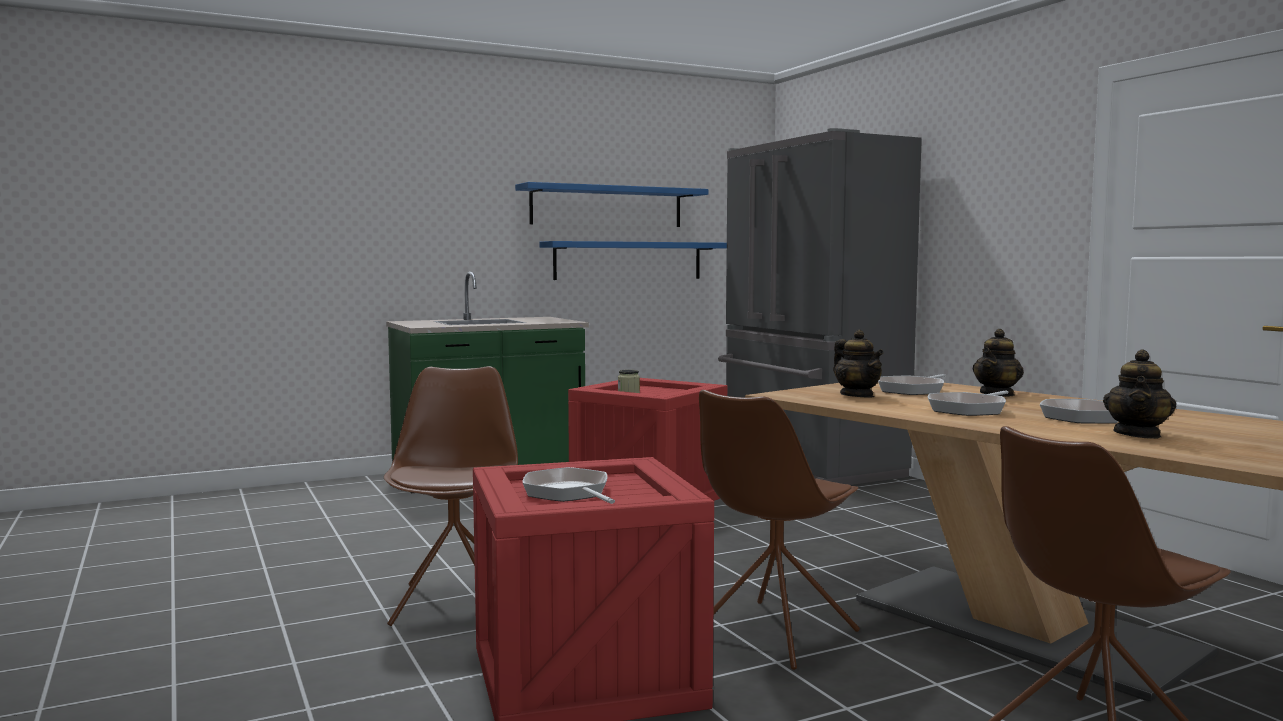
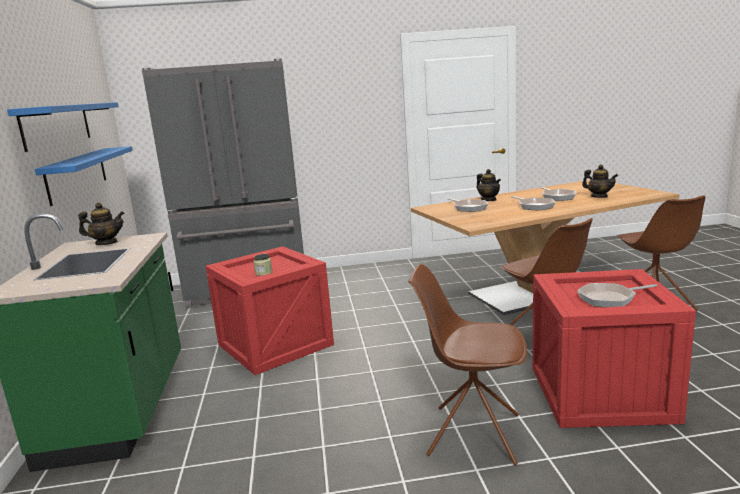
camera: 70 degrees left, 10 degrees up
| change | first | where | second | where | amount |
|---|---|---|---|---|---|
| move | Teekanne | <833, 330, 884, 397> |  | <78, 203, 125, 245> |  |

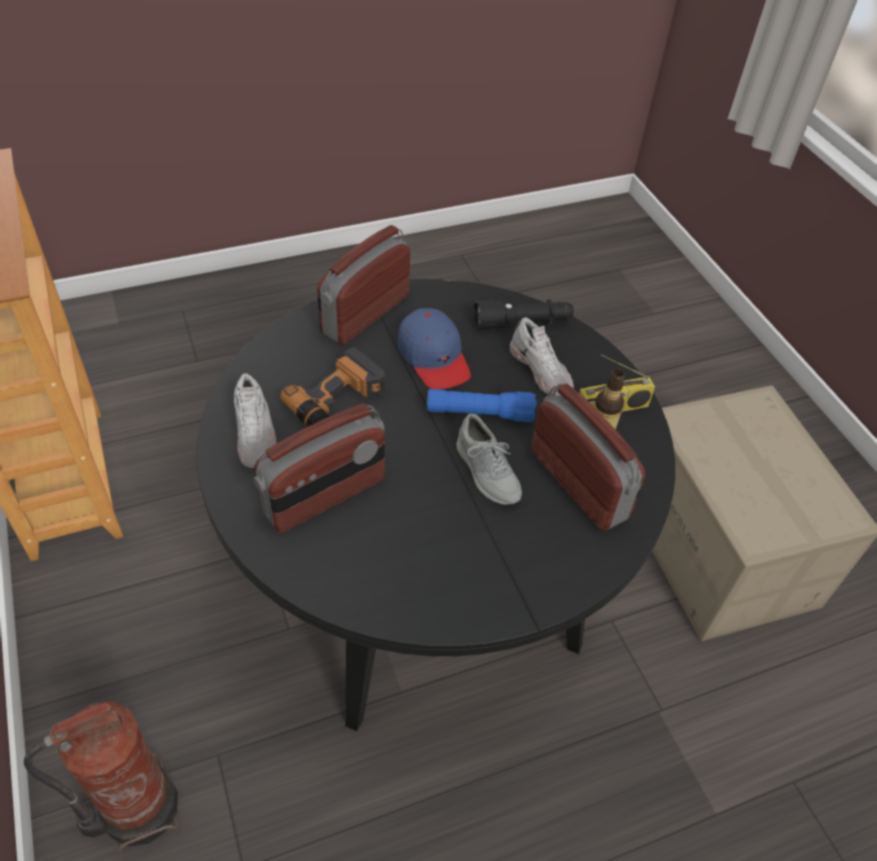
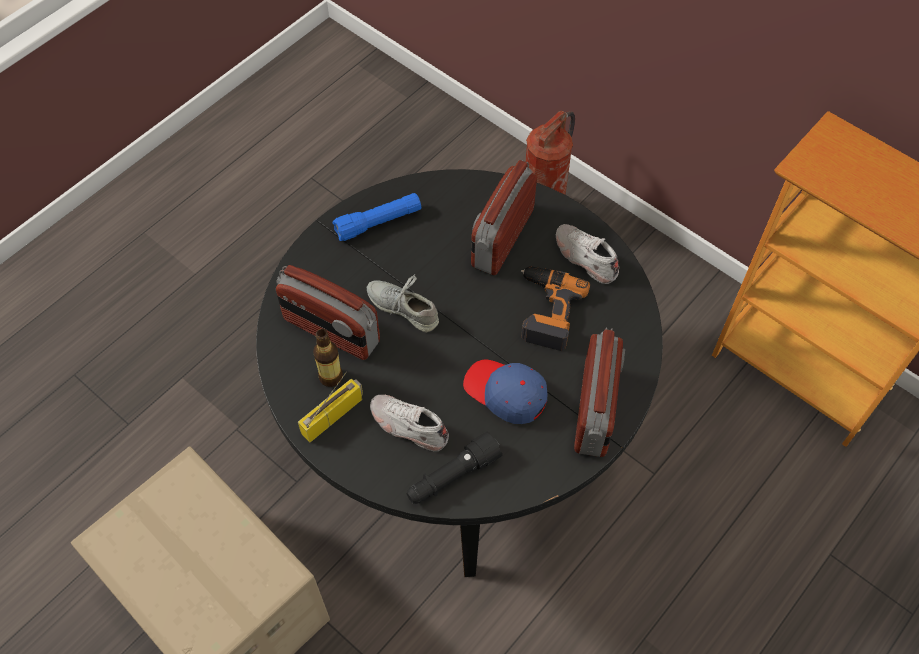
camera: 155 degrees right, 10 degrees up
| change | first | where | second | where | amount |
|---|---|---|---|---|---|
| move | Taschenlampe/blau | <427, 389, 537, 422> |  | <333, 193, 421, 241> |  |

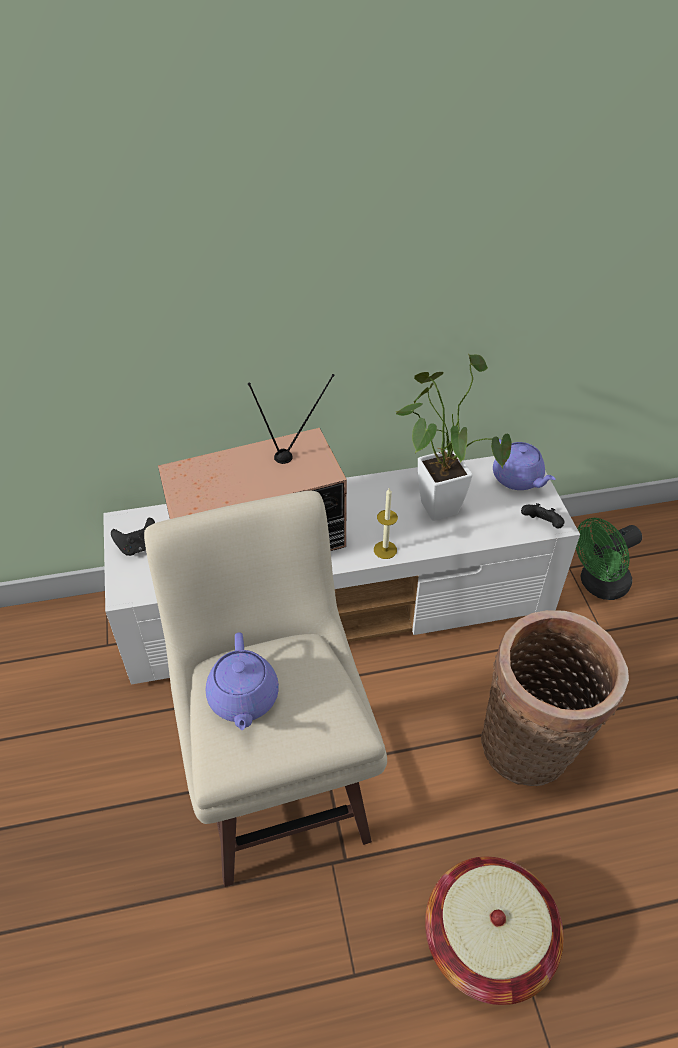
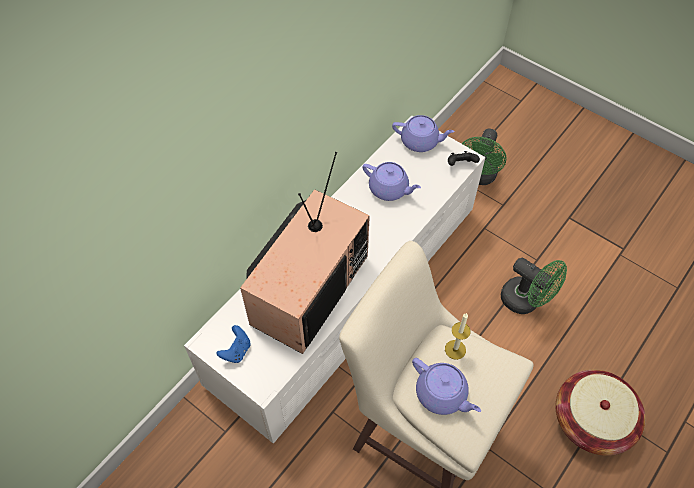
camera: 40 degrees left, 10 degrees up
| change | first | where | second | where | amount |
|---|---|---|---|---|---|
| replace | Topfpflanze | <396, 354, 512, 521> | Teekanne/lila | <363, 162, 421, 201> |  |
| move | Kerze | <374, 488, 398, 559> |  | <445, 313, 471, 360> |  |
| recolor | Gamepad/schwarz | <111, 518, 155, 556> | Gamepad/blau | <217, 325, 251, 363> |  |
| replace | Korb | <481, 610, 629, 786> | Ventilator/grün | <501, 257, 567, 314> |  |

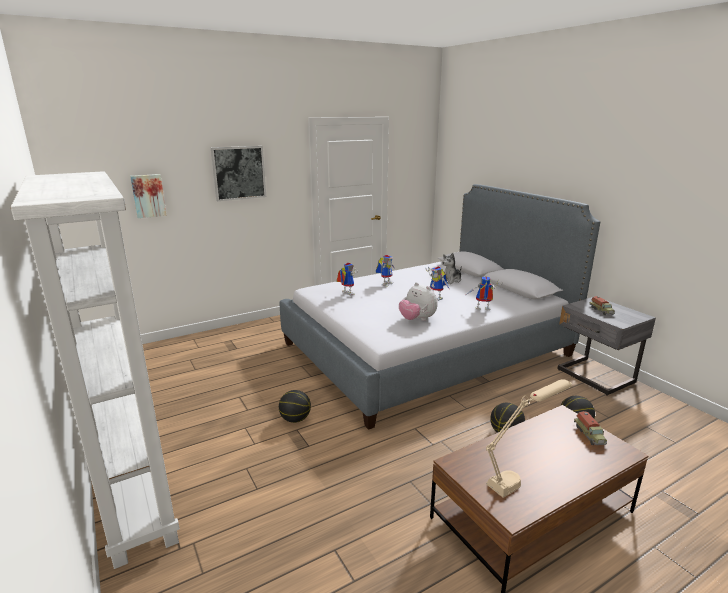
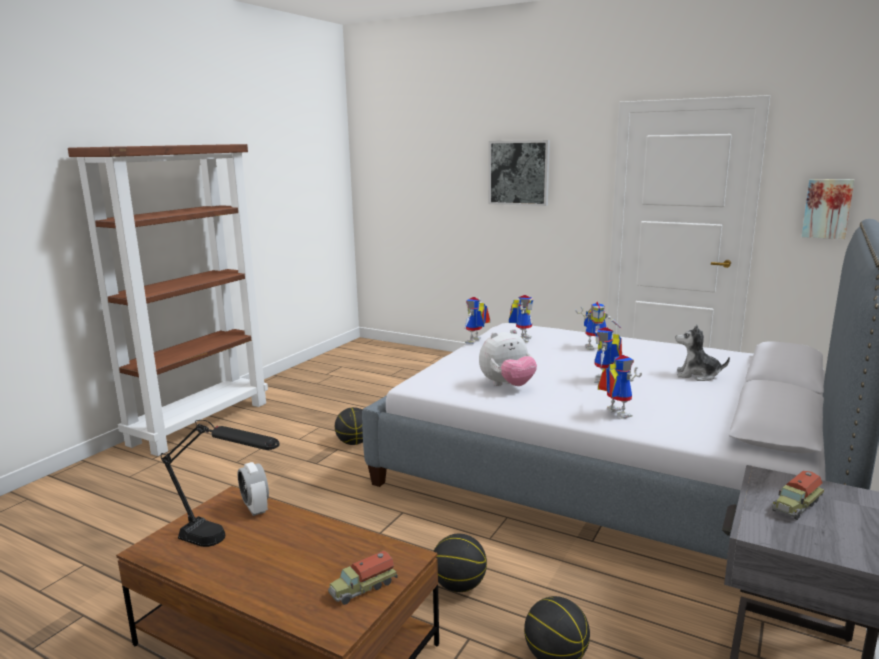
camera: 60 degrees right, 5 degrees down
| change | first | where | second | where | amount |
|---|---|---|---|---|---|
| recolor | Bücherregal/weiß | <10, 171, 180, 569> | Bücherregal/braun | <68, 144, 268, 456> |  |
| move | Bild | <130, 174, 167, 218> |  | <802, 179, 854, 239> |  |
| rotate | Plüschtier | <399, 282, 437, 321> |  | <479, 329, 537, 386> | 135 degrees counterclockwise |
| recolor | Tischlampe/beige | <486, 379, 572, 498> | Tischlampe/schwarz | <161, 420, 280, 547> |  |
| insert |  |  | Spielzeugroboter | <464, 297, 490, 344> |  |
| insert |  |  | Wecker | <238, 462, 269, 516> |  |

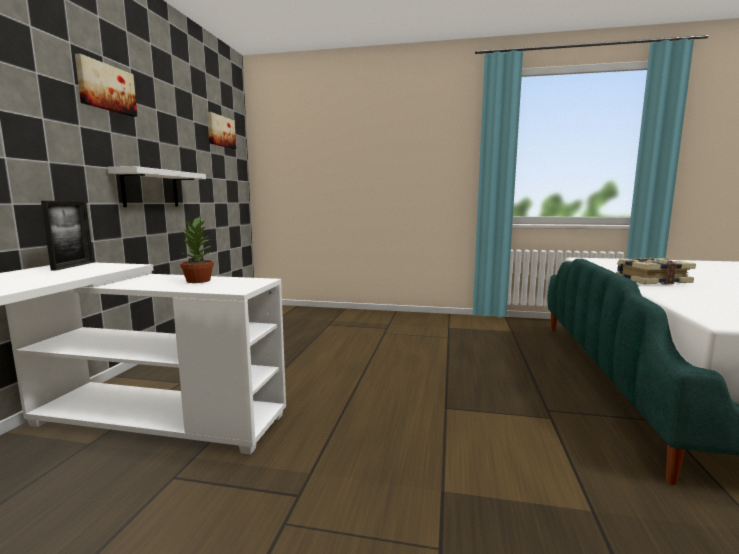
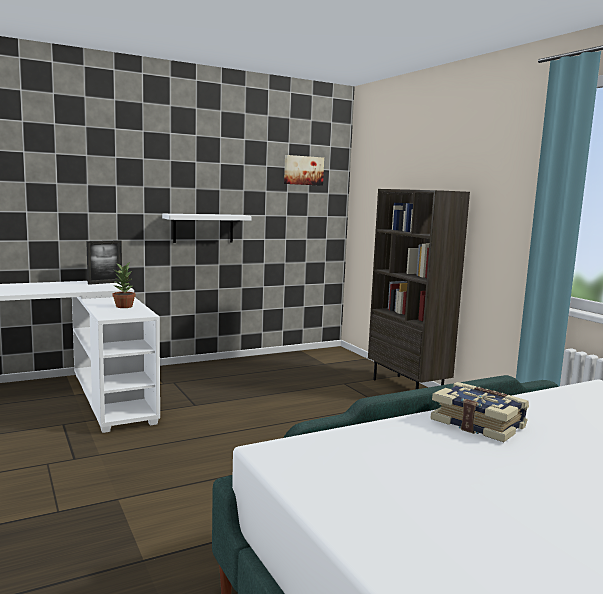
camera: 50 degrees right, 0 degrees up
| change | first | where | second | where | amount |
|---|---|---|---|---|---|
| delete | Bild | <75, 53, 137, 117> |  |  |  |
| insert |  |  | Bücherregal/braun | <368, 189, 470, 389> |  |

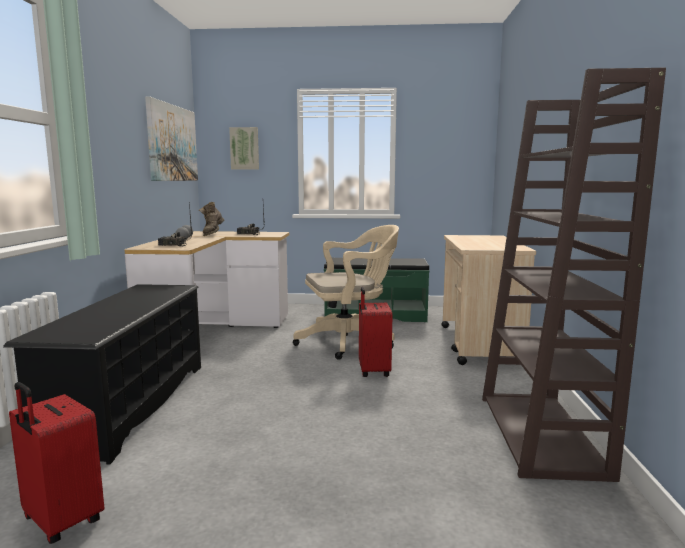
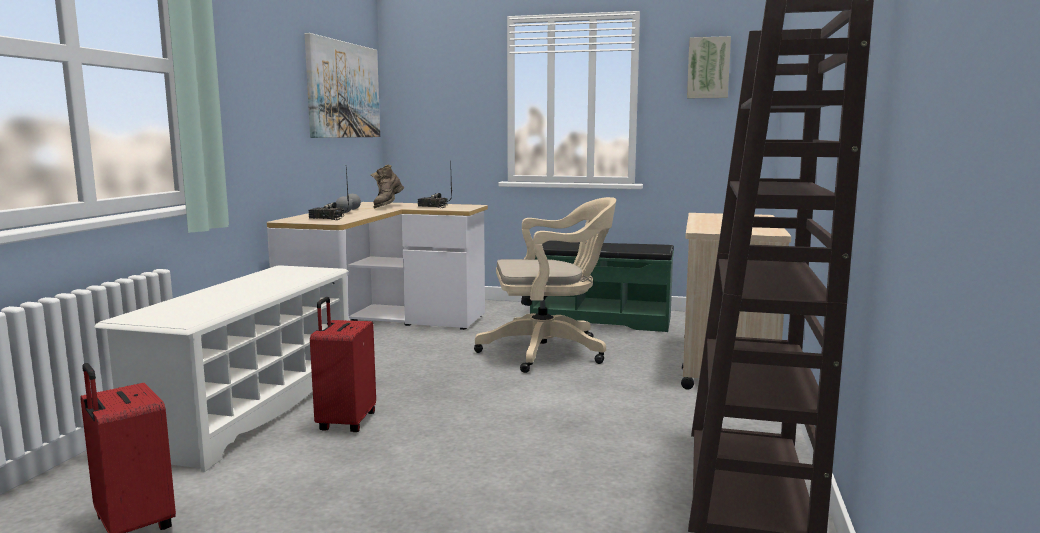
camera: 10 degrees right, 0 degrees up
| change | first | where | second | where | amount |
|---|---|---|---|---|---|
| move | Bild | <229, 127, 259, 170> |  | <687, 36, 731, 98> |  |
| recolor | Schuhregal/schwarz | <3, 284, 201, 464> | Schuhregal/weiß | <94, 265, 349, 472> |  |
| move | Koffer/rot | <359, 287, 392, 377> |  | <310, 297, 376, 432> |  |

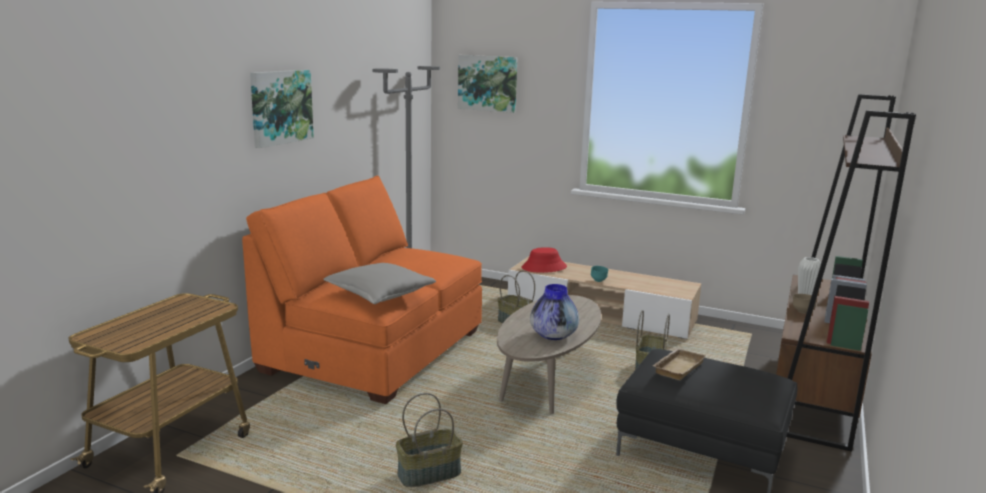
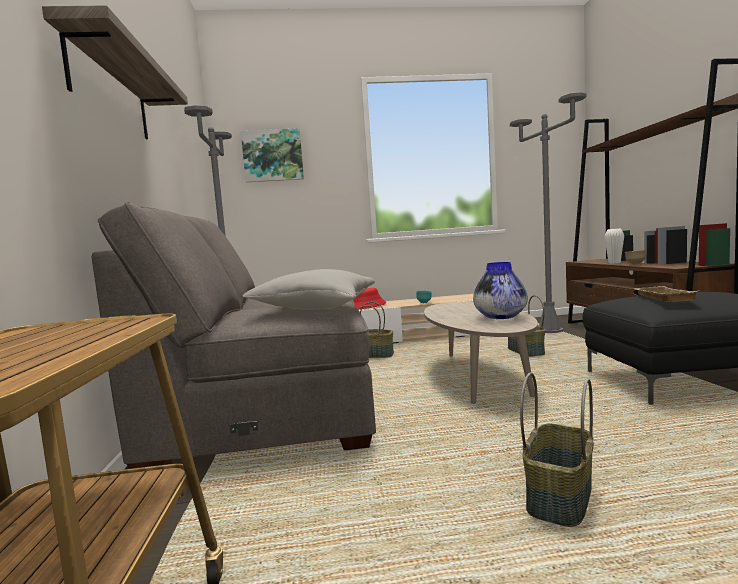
camera: 30 degrees left, 10 degrees down
| change | first | where | second | where | amount |
|---|---|---|---|---|---|
| replace | Bild | <250, 70, 314, 148> | Wandregal | <42, 5, 188, 139> |  |
| recolor | Sofa/orange | <242, 175, 482, 404> | Sofa/grau | <92, 202, 376, 469> |  |
| insert |  |  | Stehlampe/grau | <510, 92, 587, 333> |  |

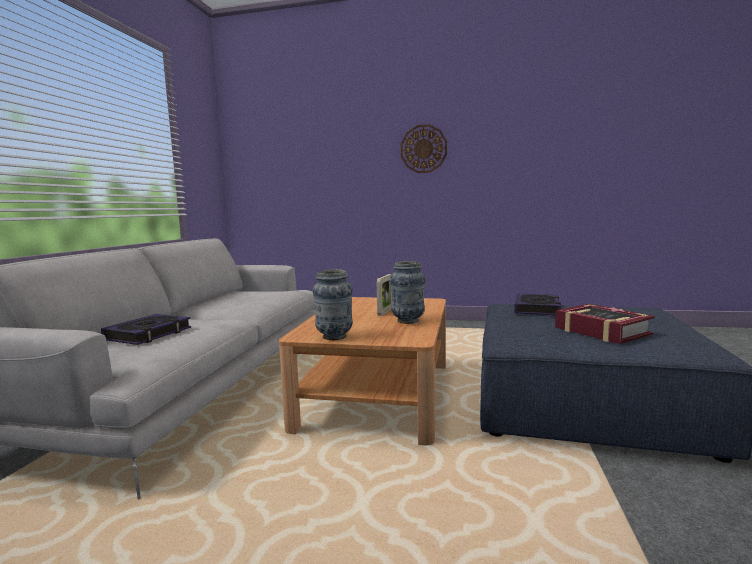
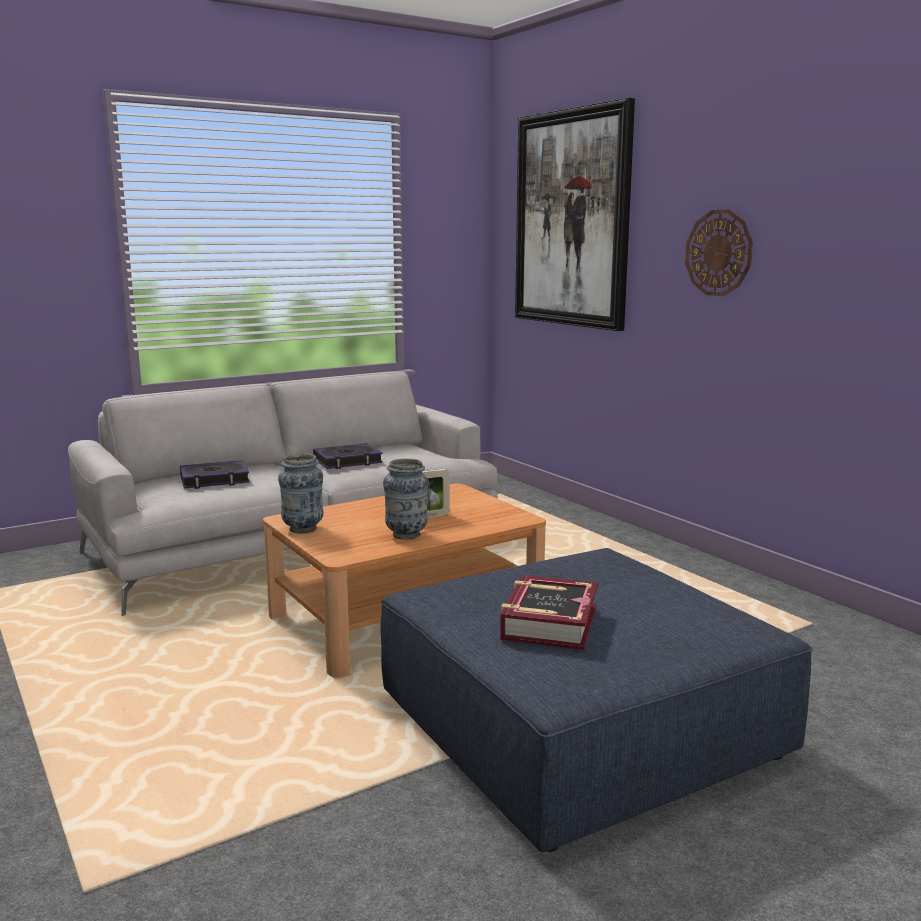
camera: 45 degrees right, 5 degrees up
| change | first | where | second | where | amount |
|---|---|---|---|---|---|
| move | Buch | <514, 294, 561, 315> |  | <313, 443, 383, 469> |  |
| insert |  |  | Bild | <515, 98, 635, 331> |  |

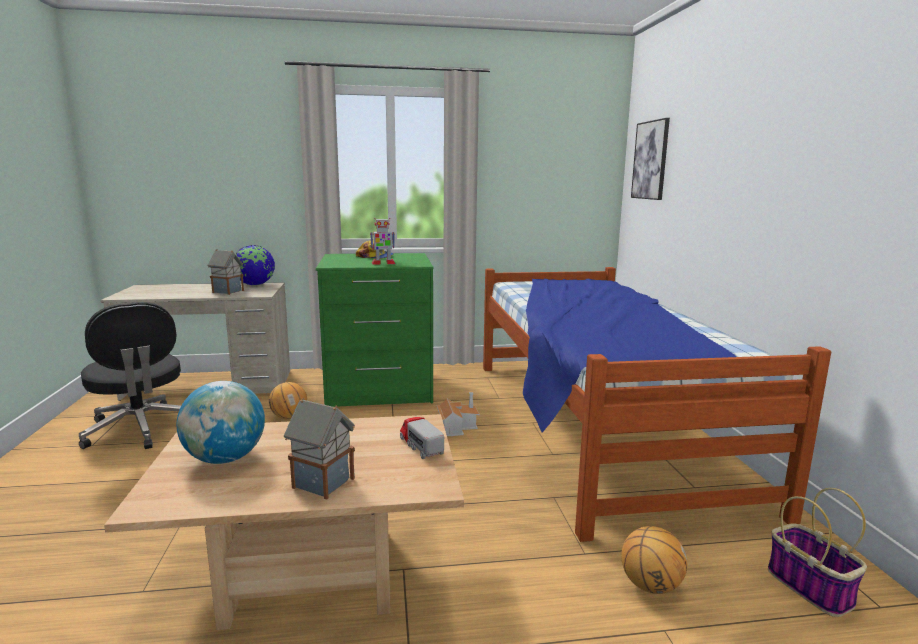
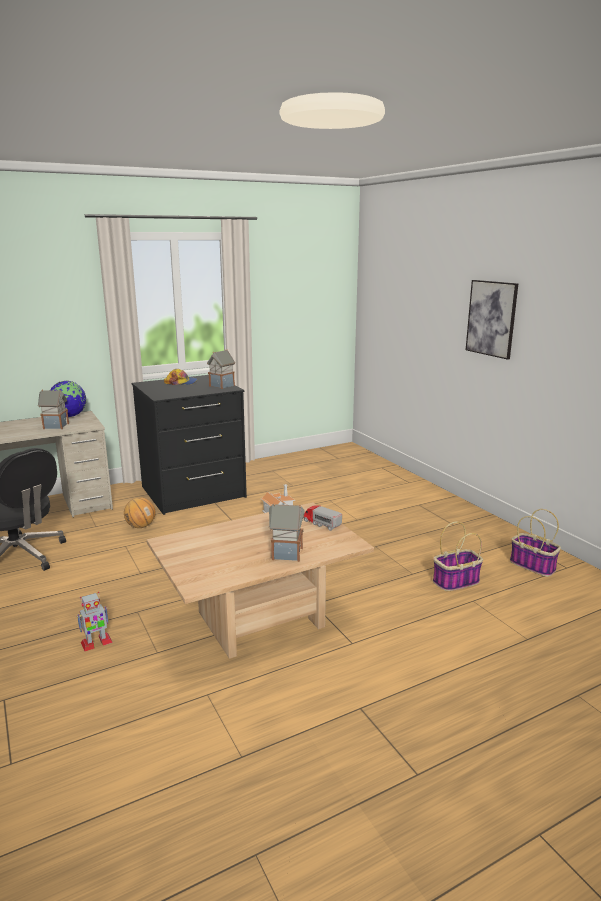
camera: 20 degrees left, 5 degrees up
| change | first | where | second | where | amount |
|---|---|---|---|---|---|
| move | Bild | <631, 118, 670, 200> |  | <466, 280, 518, 360> |  |
| move | Spielzeugroboter | <370, 218, 395, 265> |  | <77, 592, 113, 652> |  |
| recolor | Kommode/grün | <316, 253, 434, 407> | Kommode/schwarz | <131, 375, 247, 515> |  |
| delete | Bett | <483, 267, 831, 542> |  |  |  |
| delete | Globus | <177, 381, 265, 464> |  |  |  |
| replace | Basketball | <621, 526, 687, 594> | Korb | <433, 521, 483, 591> |  |
| insert |  |  | Spielzeughaus | <207, 349, 235, 389> |  |

